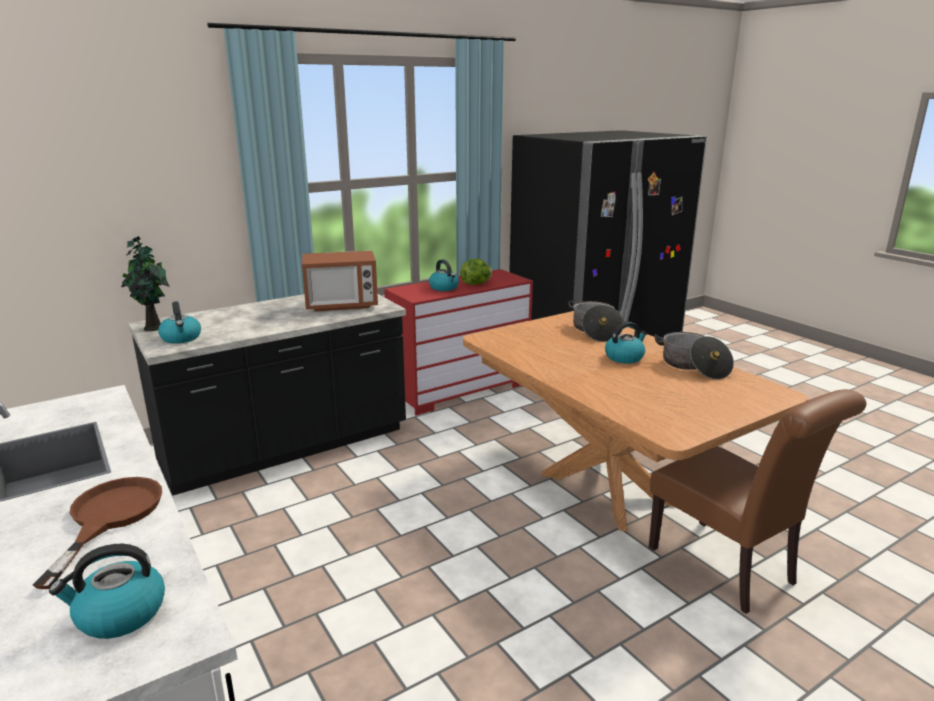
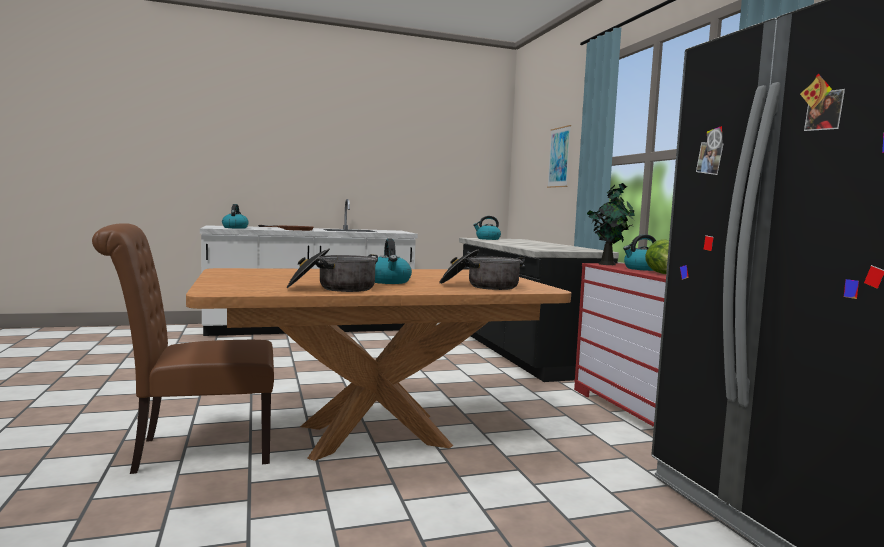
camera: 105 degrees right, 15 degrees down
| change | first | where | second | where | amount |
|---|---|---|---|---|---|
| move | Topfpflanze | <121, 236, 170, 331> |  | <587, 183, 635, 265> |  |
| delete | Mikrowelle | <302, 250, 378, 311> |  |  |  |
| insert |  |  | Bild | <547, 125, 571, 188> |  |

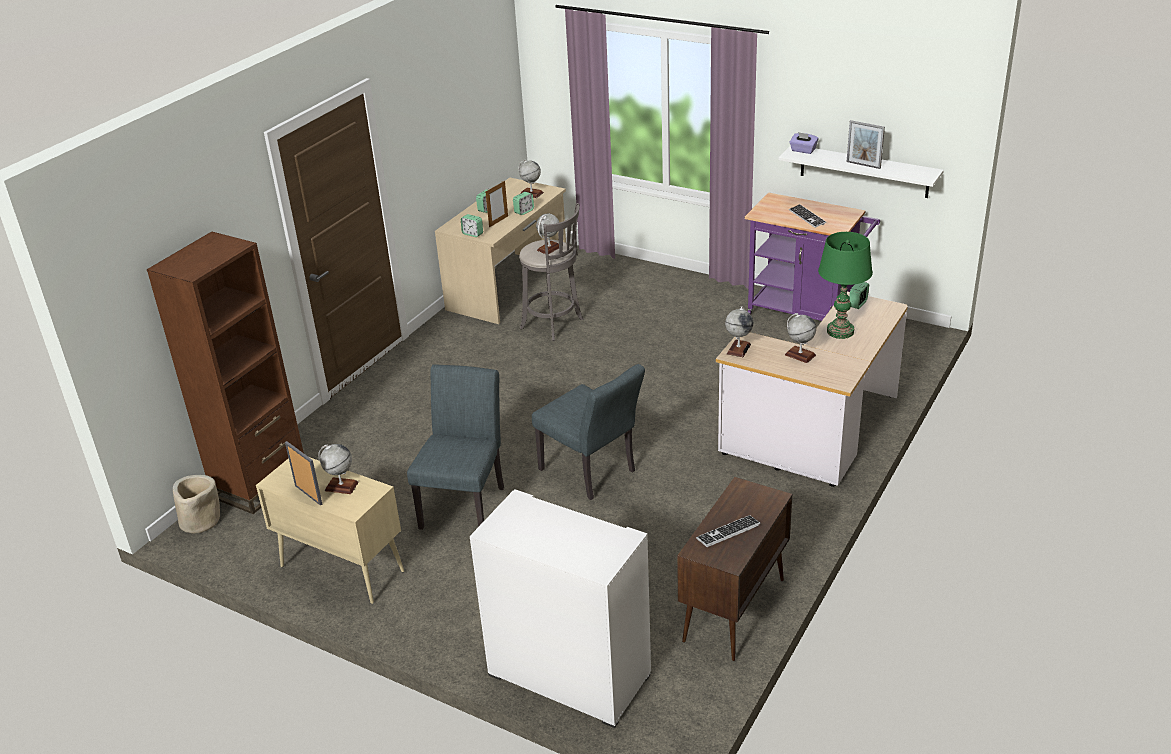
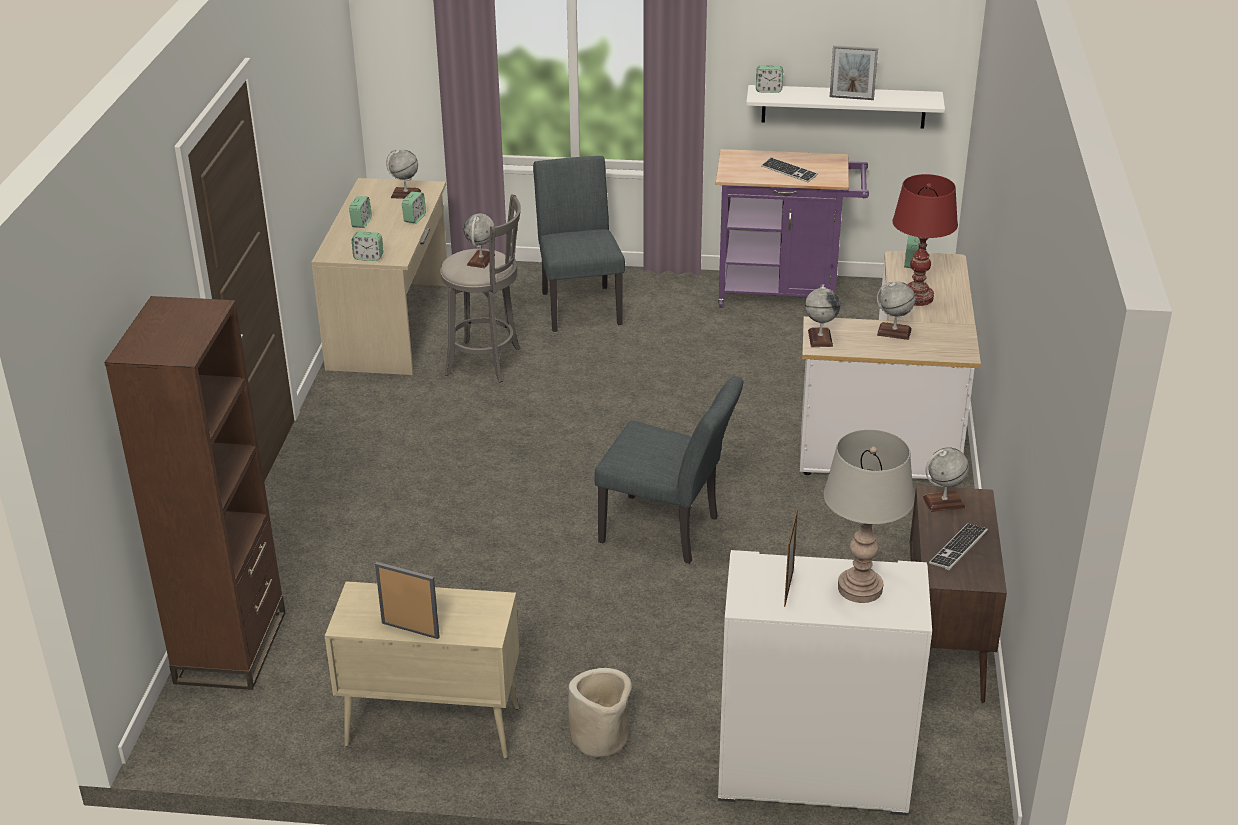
camera: 25 degrees left, 0 degrees up
| change | first | where | second | where | amount |
|---|---|---|---|---|---|
| replace | Taschentuchbox/lila | <789, 132, 819, 154> | Wecker | <756, 65, 783, 93> |  |
| move | Bilderrahmen | <486, 181, 508, 227> |  | <784, 508, 798, 607> |  |
| recolor | Tischlampe/grün | <818, 232, 873, 339> | Tischlampe/rot | <892, 174, 958, 306> |  |
| move | Stuhl/grau | <407, 364, 504, 530> |  | <533, 156, 625, 332> |  |
| move | Globus | <318, 444, 359, 494> |  | <923, 447, 969, 512> |  |
| move | Pflanzkübel/beige | <173, 475, 220, 533> |  | <568, 668, 631, 757> |  |
| insert |  |  | Tischlampe/grau | <824, 429, 914, 603> |  |

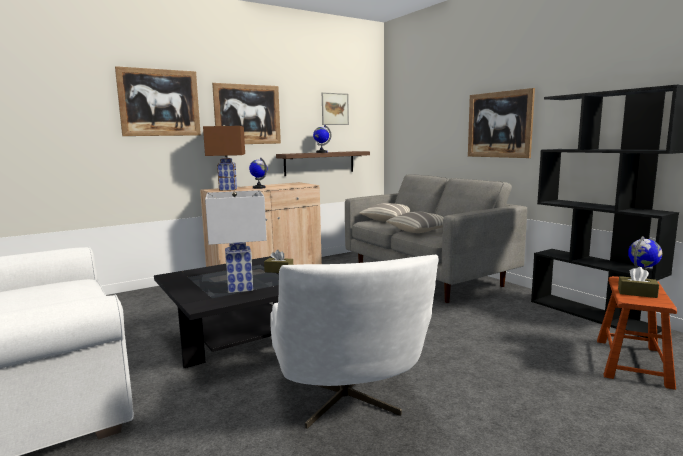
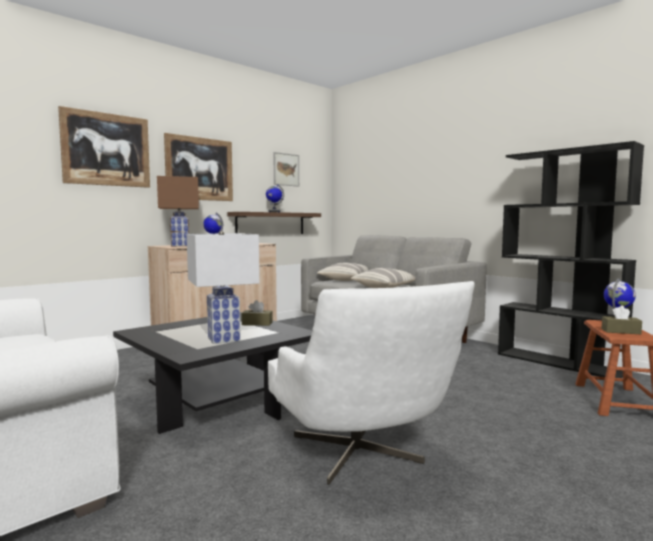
camera: 10 degrees left, 5 degrees down
| change | first | where | second | where | amount |
|---|---|---|---|---|---|
| delete | Bild | <468, 88, 535, 158> |  |  |  |

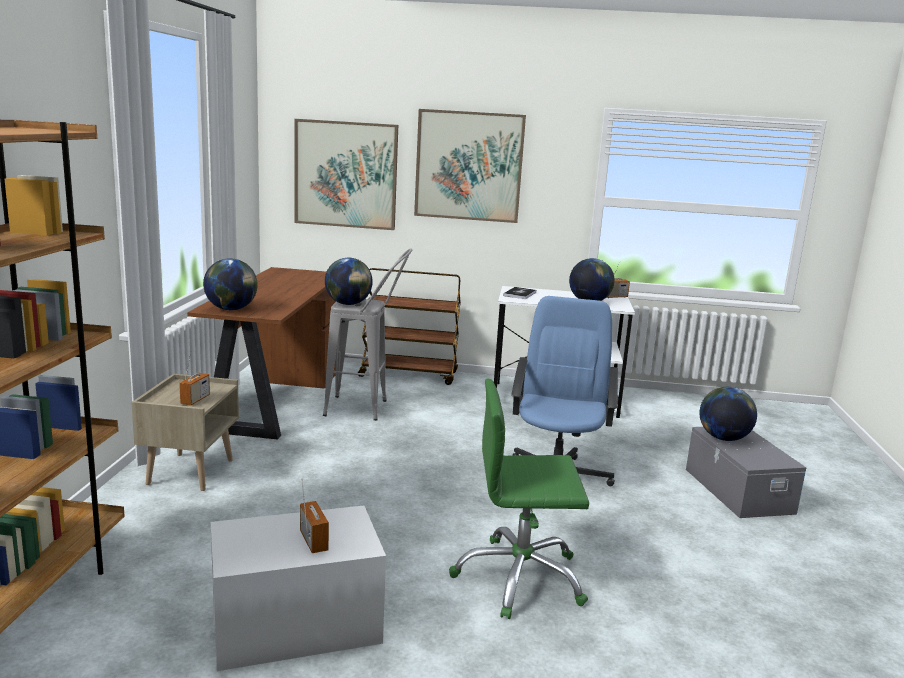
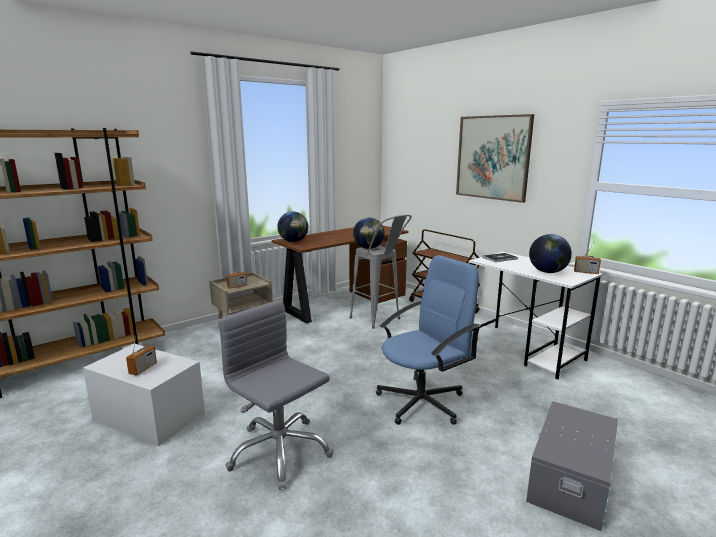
camera: 45 degrees right, 0 degrees up
| change | first | where | second | where | amount |
|---|---|---|---|---|---|
| delete | Bild | <294, 119, 398, 230> |  |  |  |
| recolor | Bürostuhl/grün | <449, 379, 589, 619> | Bürostuhl/grau | <218, 299, 334, 490> |  |
| delete | Globus | <699, 387, 757, 441> |  |  |  |

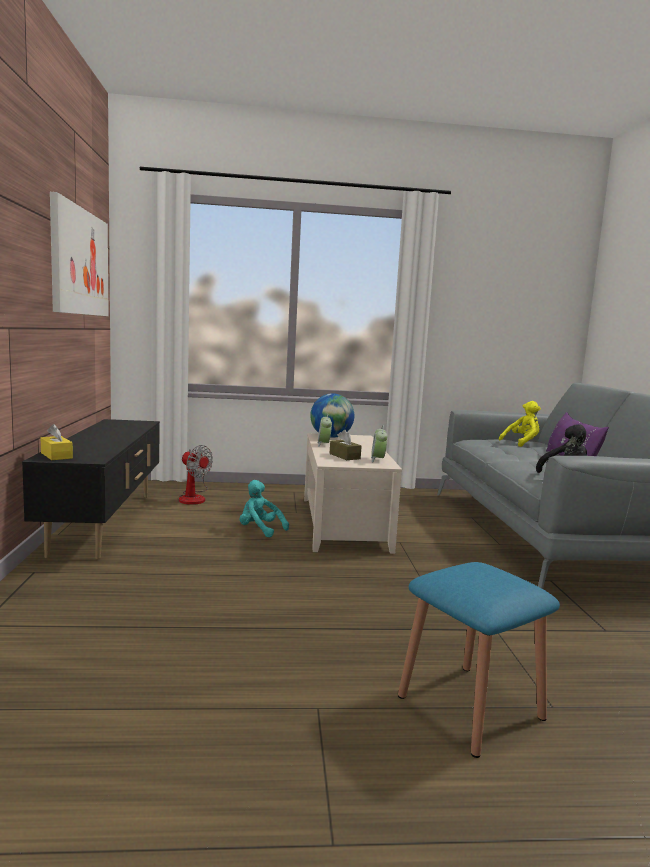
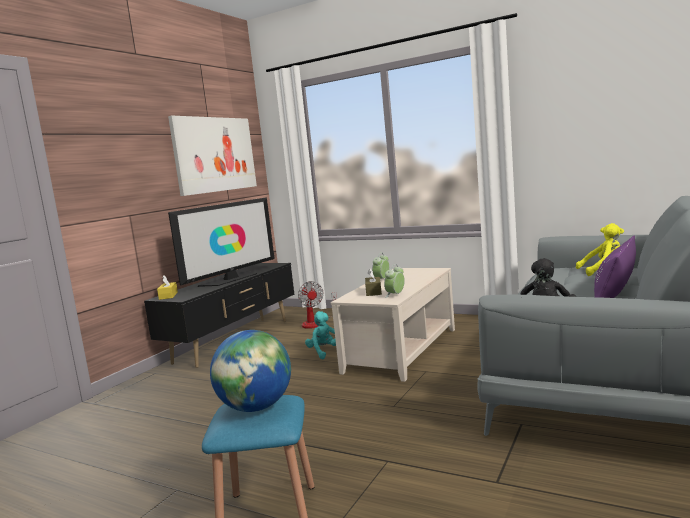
camera: 35 degrees right, 0 degrees up
| change | first | where | second | where | amount |
|---|---|---|---|---|---|
| move | Globus | <310, 393, 354, 438> |  | <210, 330, 291, 412> |  |
| insert |  |  | Fernseher | <168, 197, 275, 287> |  |

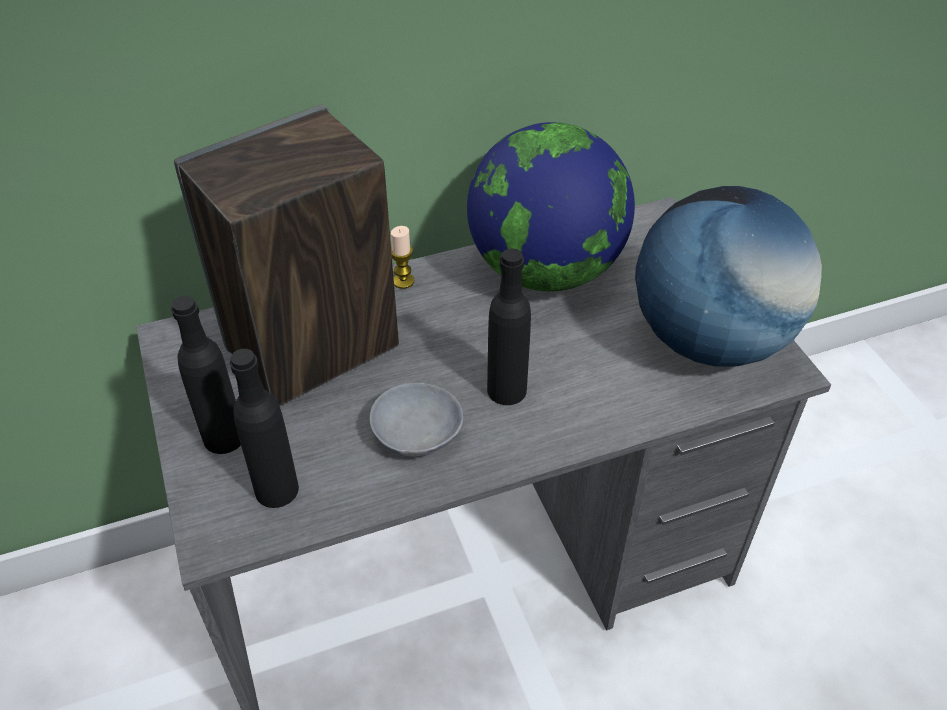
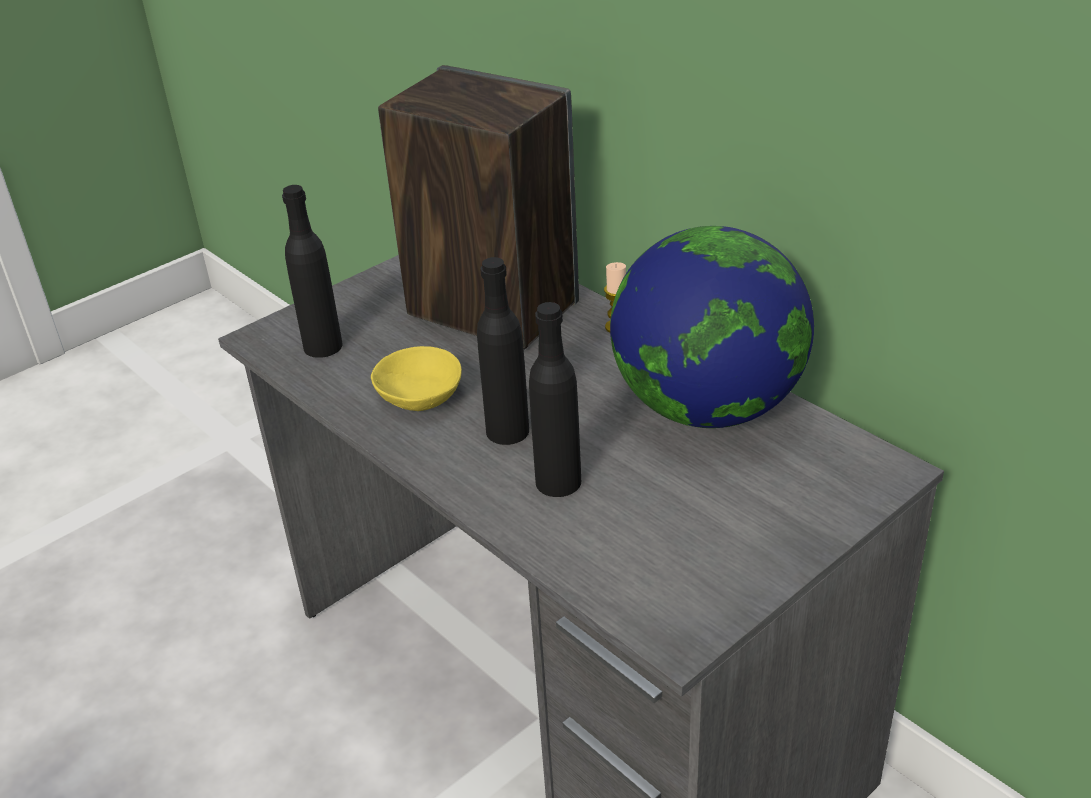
camera: 70 degrees right, 10 degrees down
| change | first | where | second | where | amount |
|---|---|---|---|---|---|
| delete | Globus | <635, 186, 822, 367> |  |  |  |
| move | Flasche/schwarz | <171, 296, 241, 454> |  | <529, 302, 581, 497> |  |
| recolor | Schüssel/grau | <369, 383, 464, 457> | Schüssel/gelb | <371, 346, 462, 411> |  |

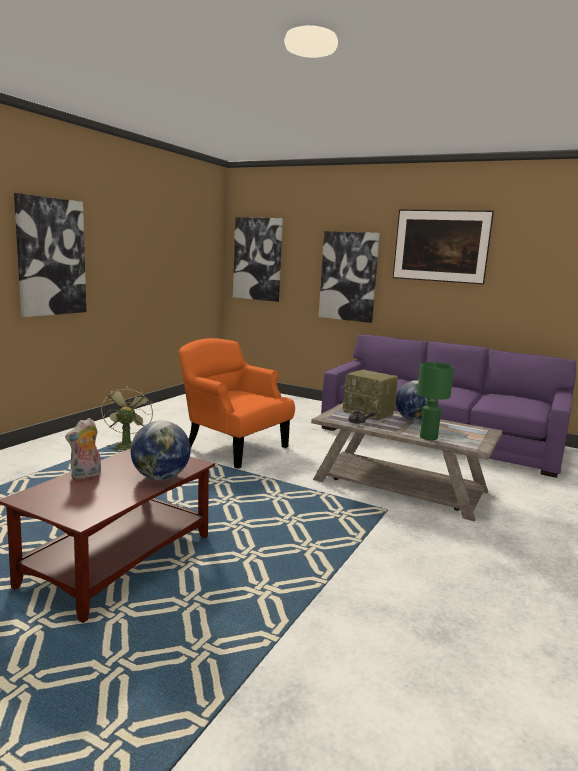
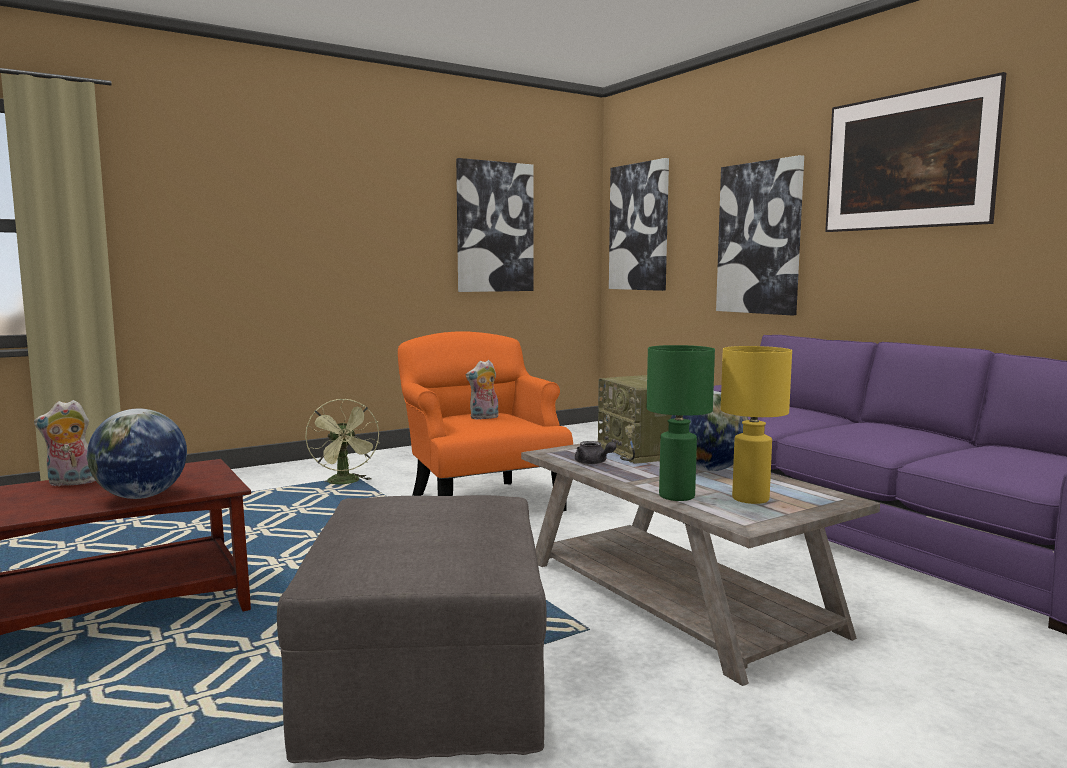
camera: 30 degrees right, 5 degrees down
| change | first | where | second | where | amount |
|---|---|---|---|---|---|
| move | Bild | <14, 193, 86, 317> |  | <456, 158, 533, 292> |  |
| rotate | Ventilator/grün | <101, 386, 153, 452> |  | <305, 399, 380, 484> | 135 degrees clockwise |
| insert |  |  | Tischlampe/gelb | <721, 346, 792, 504> |  |
| insert |  |  | Plüschtier | <466, 360, 498, 420> |  |
| insert |  |  | Polsterhocker/grau | <277, 495, 547, 763> |  |

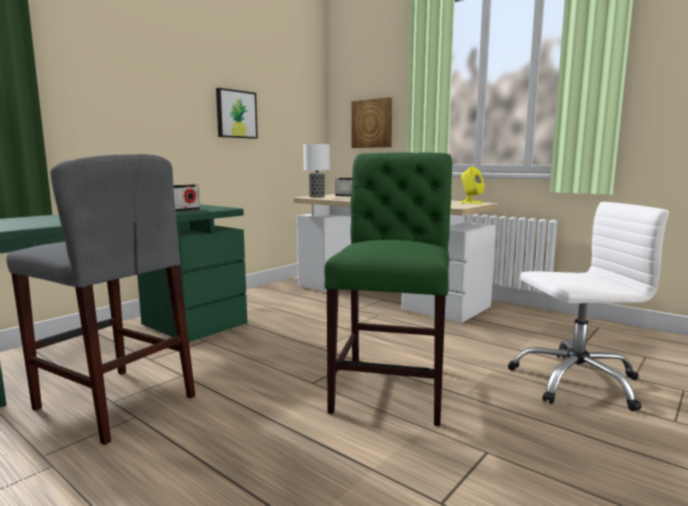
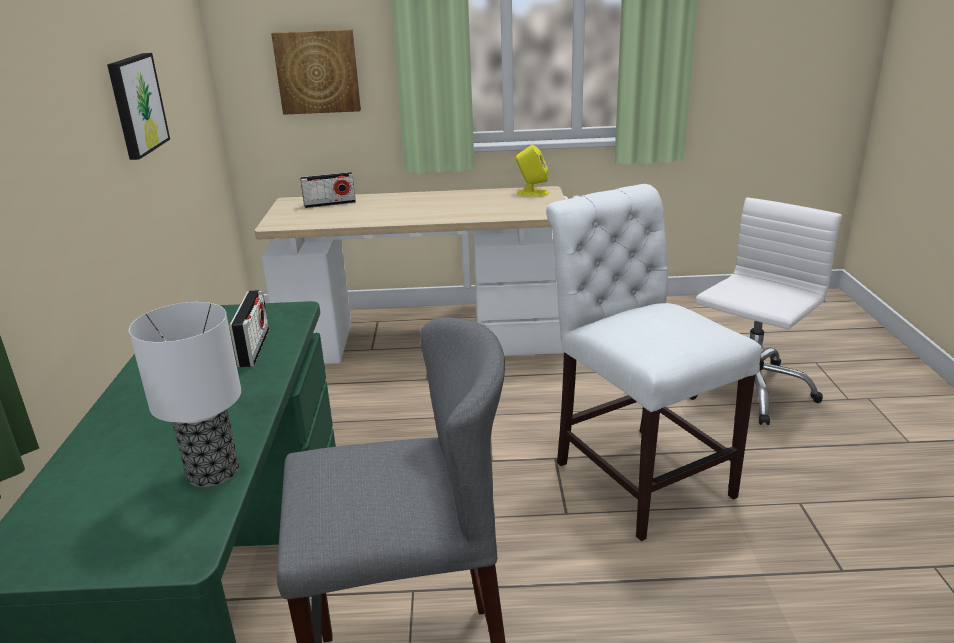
camera: 40 degrees left, 15 degrees up
| change | first | where | second | where | amount |
|---|---|---|---|---|---|
| move | Tischlampe | <303, 144, 330, 198> |  | <129, 302, 241, 488> |  |
| recolor | Stuhl/grün | <324, 152, 452, 426> | Stuhl/weiß | <546, 184, 762, 541> |  |

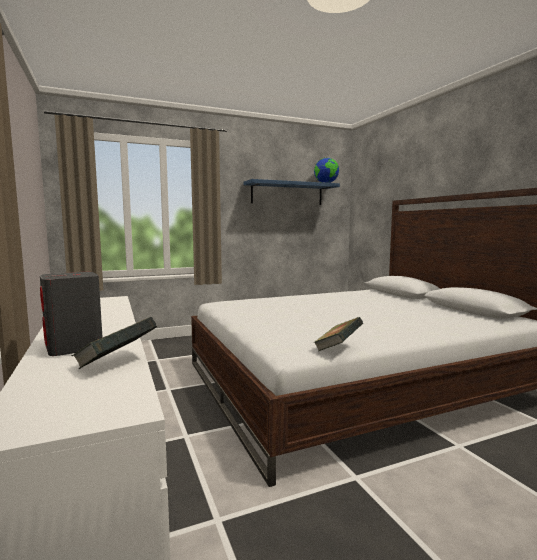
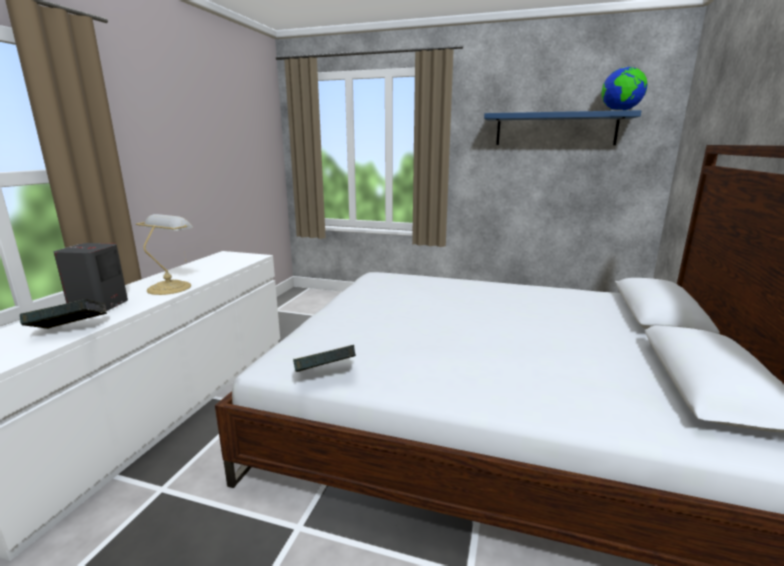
camera: 40 degrees right, 10 degrees up
| change | first | where | second | where | amount |
|---|---|---|---|---|---|
| insert |  |  | Tischlampe | <136, 214, 193, 295> |  |

